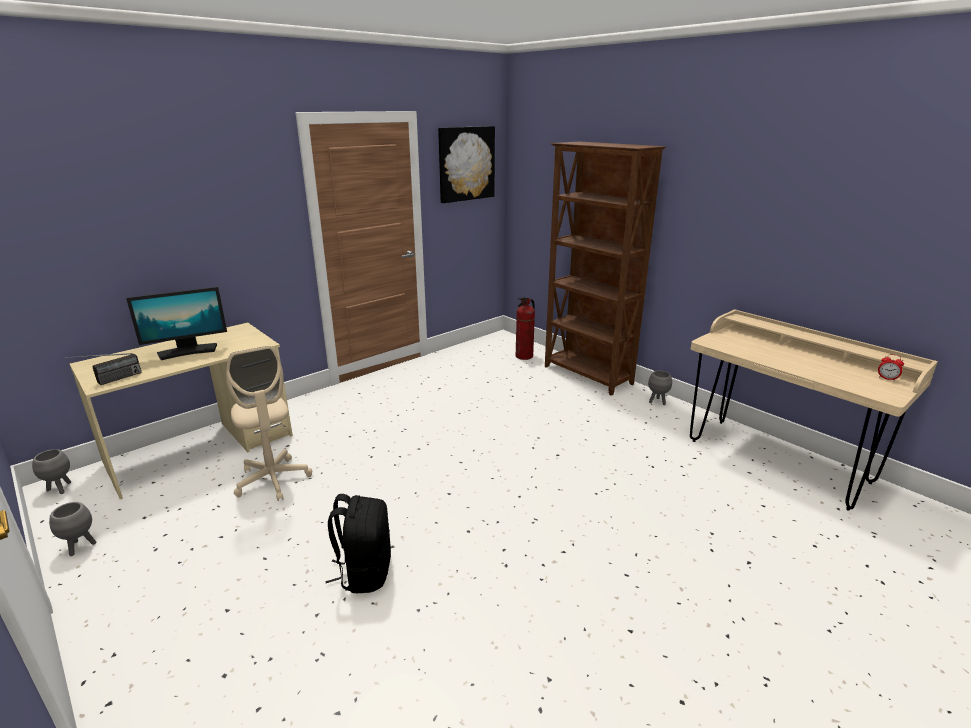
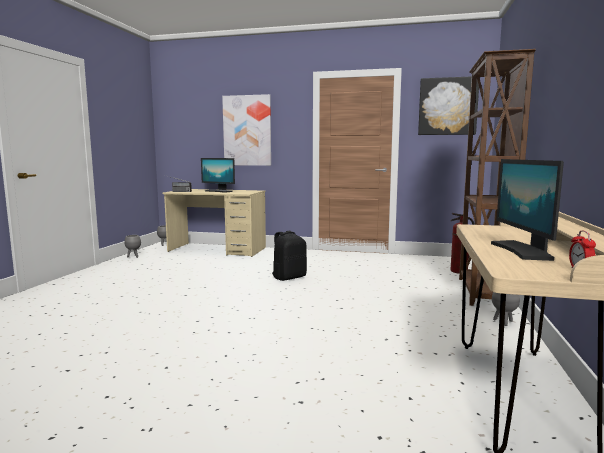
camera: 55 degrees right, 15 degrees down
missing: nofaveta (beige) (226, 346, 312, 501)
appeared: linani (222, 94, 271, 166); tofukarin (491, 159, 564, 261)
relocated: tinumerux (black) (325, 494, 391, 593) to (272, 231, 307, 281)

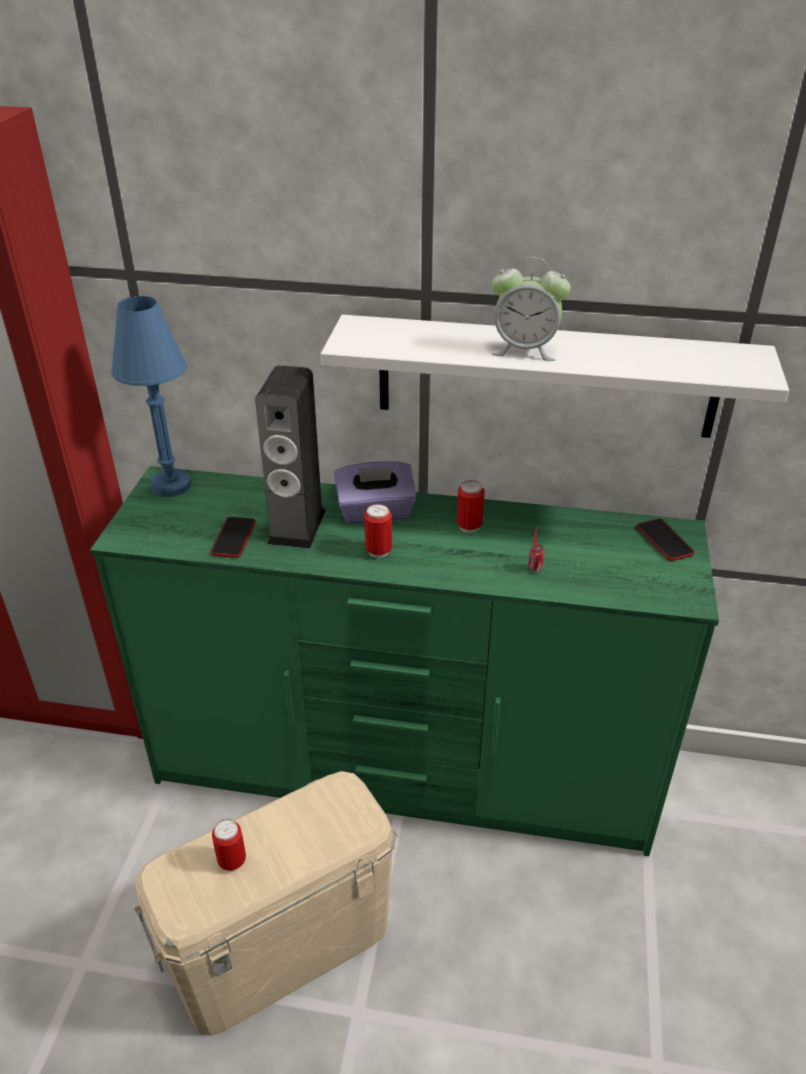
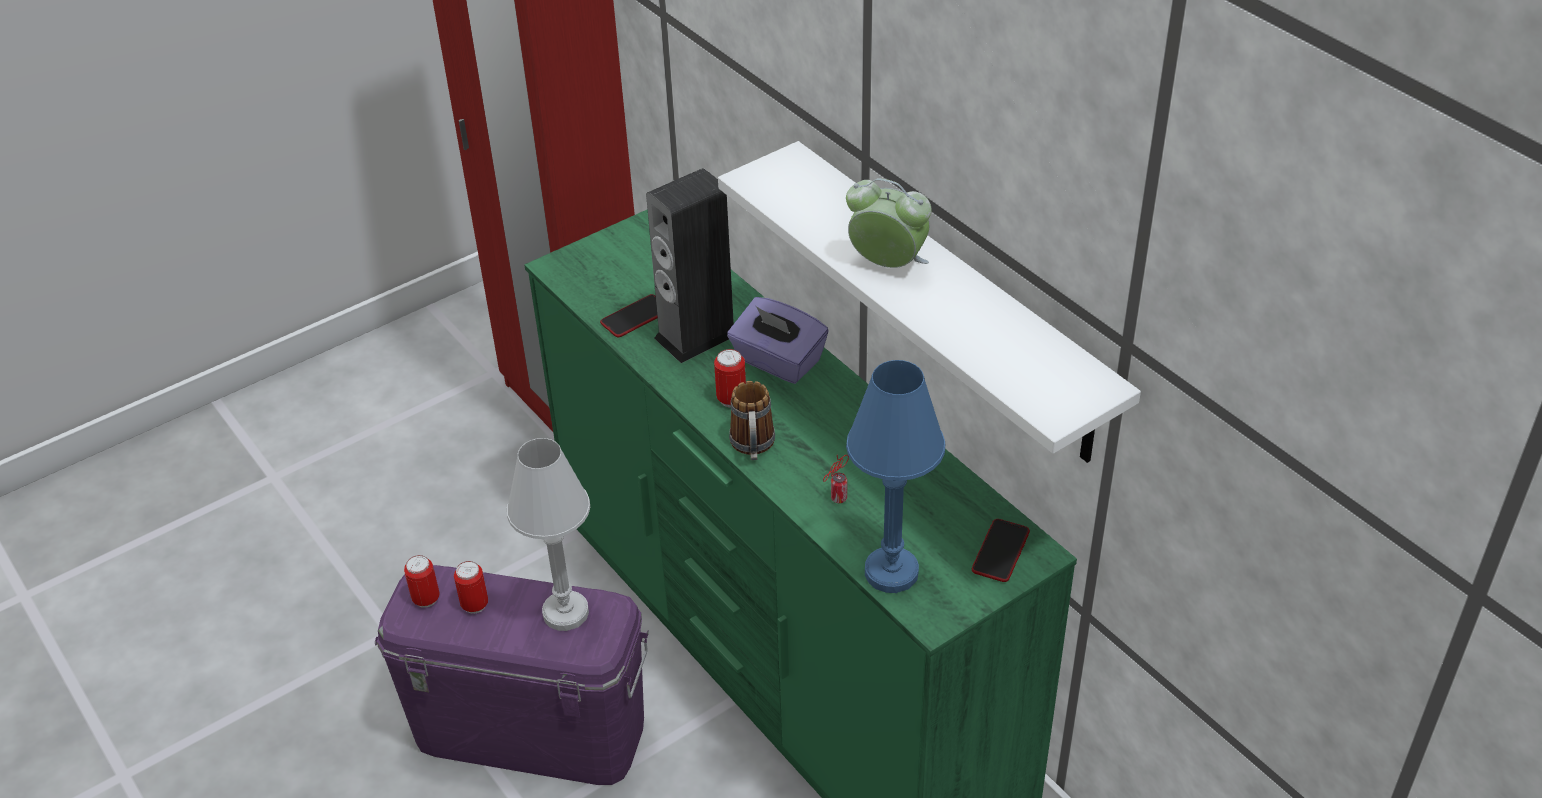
camera: 45 degrees right, 5 degrees up
appeared: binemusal (729, 381, 775, 460); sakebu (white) (507, 438, 590, 631)
relocated: sakebu (blue) (111, 296, 191, 497) to (846, 360, 945, 593); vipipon (457, 480, 485, 533) to (404, 555, 439, 608)
colour: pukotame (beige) (133, 771, 398, 1036) to pukotame (purple) (375, 565, 649, 785)
spun: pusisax (492, 257, 570, 361) = (846, 178, 931, 268) 150 degrees clockwise

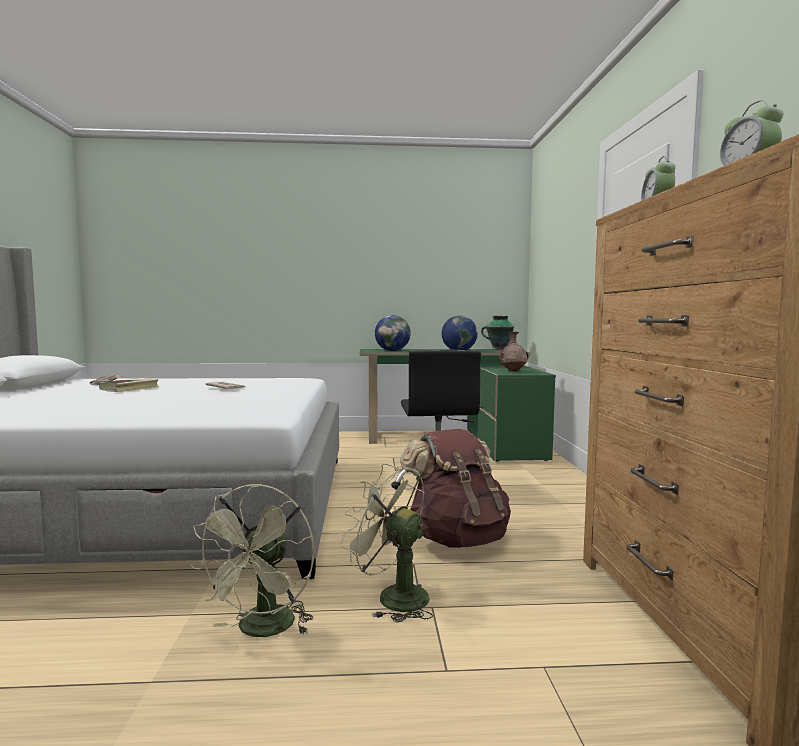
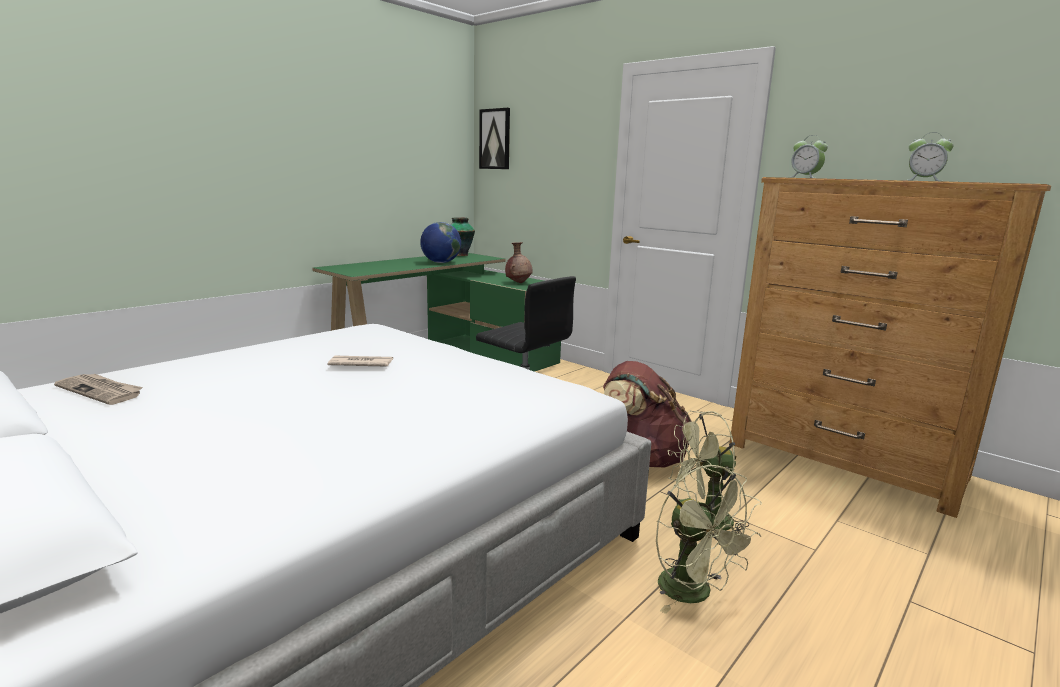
camera: 45 degrees left, 10 degrees up
missing: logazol (375, 315, 411, 351); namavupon (99, 378, 159, 392)
appeared: linani (479, 108, 510, 169)

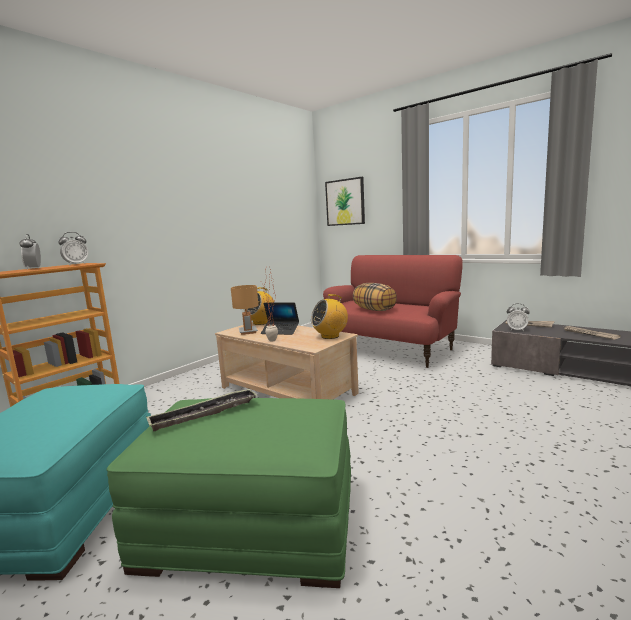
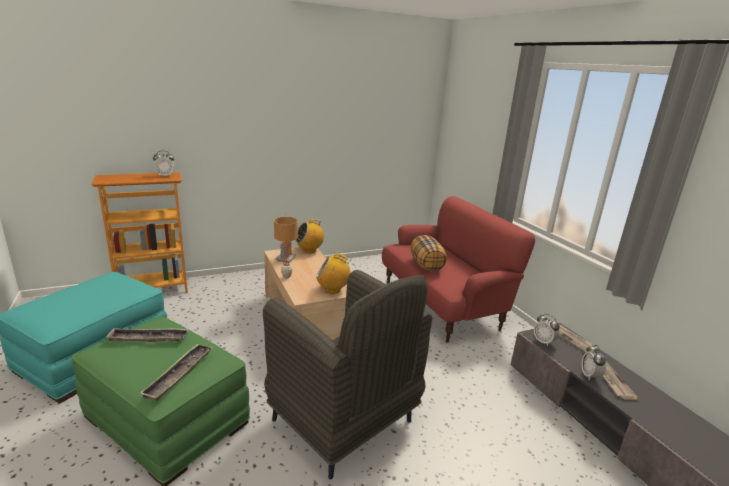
camera: 25 degrees right, 10 degrees up
missing: linani (325, 177, 365, 226); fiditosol (261, 303, 299, 335)
appeared: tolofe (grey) (263, 270, 432, 479); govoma (139, 344, 213, 401)
relocated: pusisax (20, 234, 41, 270) to (581, 345, 606, 380)

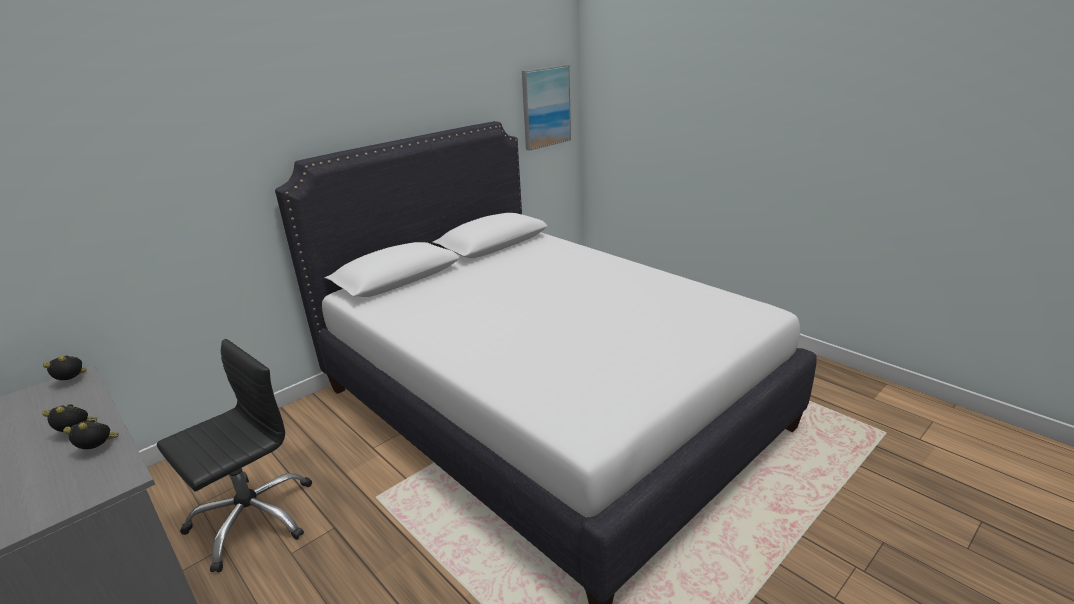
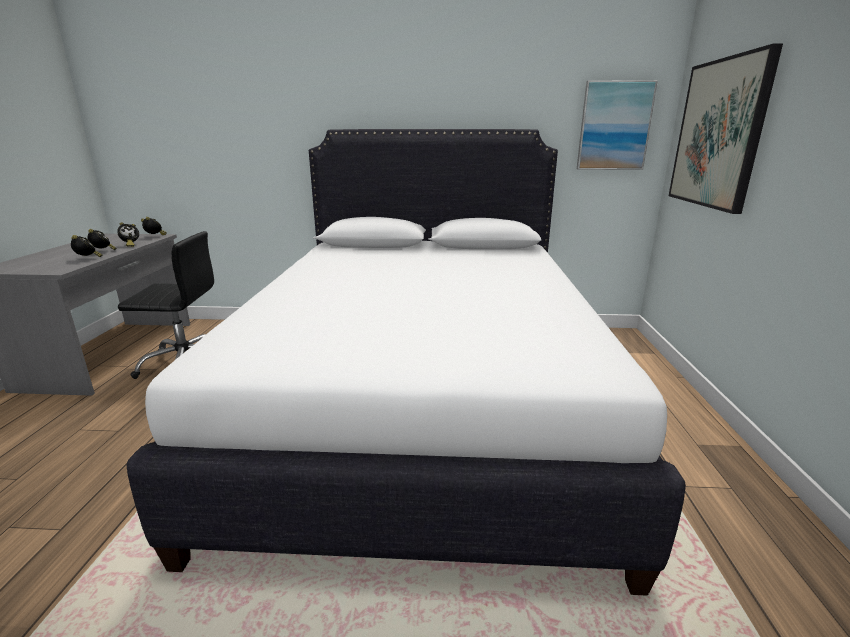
camera: 45 degrees right, 5 degrees down
appeared: linani (669, 43, 783, 214); pusisax (117, 222, 139, 247)

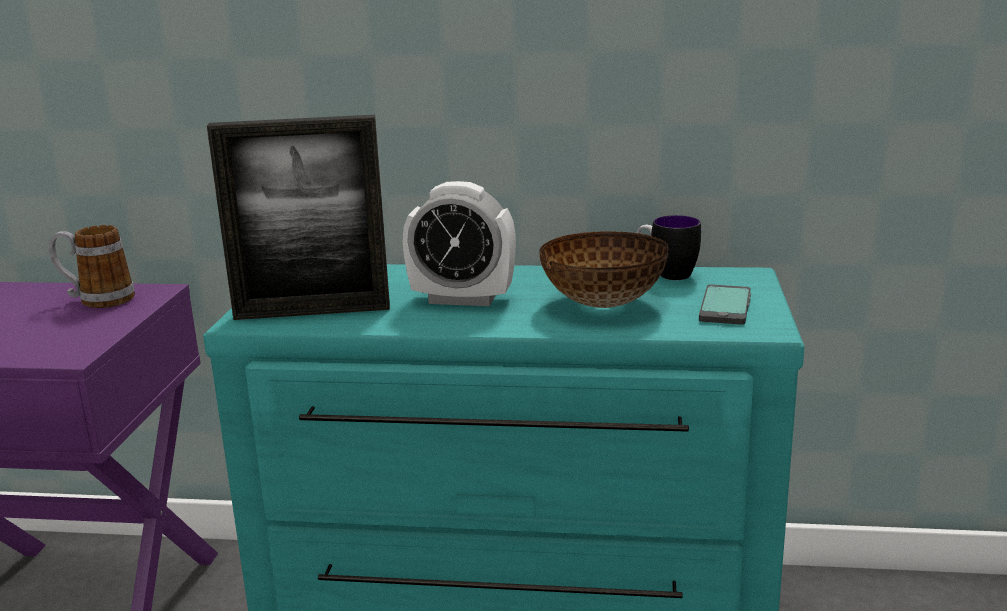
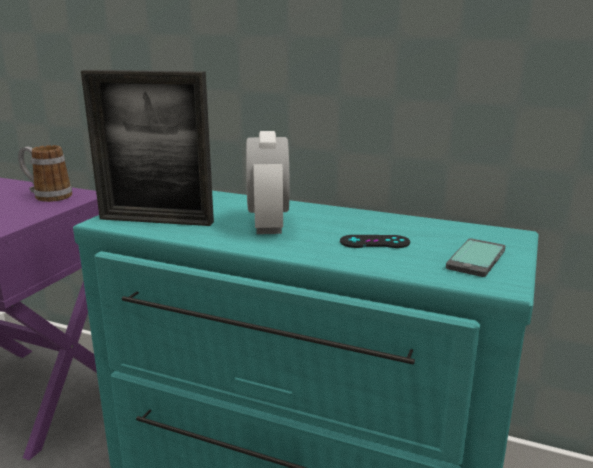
camera: 15 degrees right, 0 degrees up
missing: binemusal (637, 215, 701, 280)
exchanged: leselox (539, 231, 669, 308) to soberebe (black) (340, 235, 410, 248)
spun: pusisax (403, 181, 516, 306) = (246, 131, 290, 234) 120 degrees counterclockwise

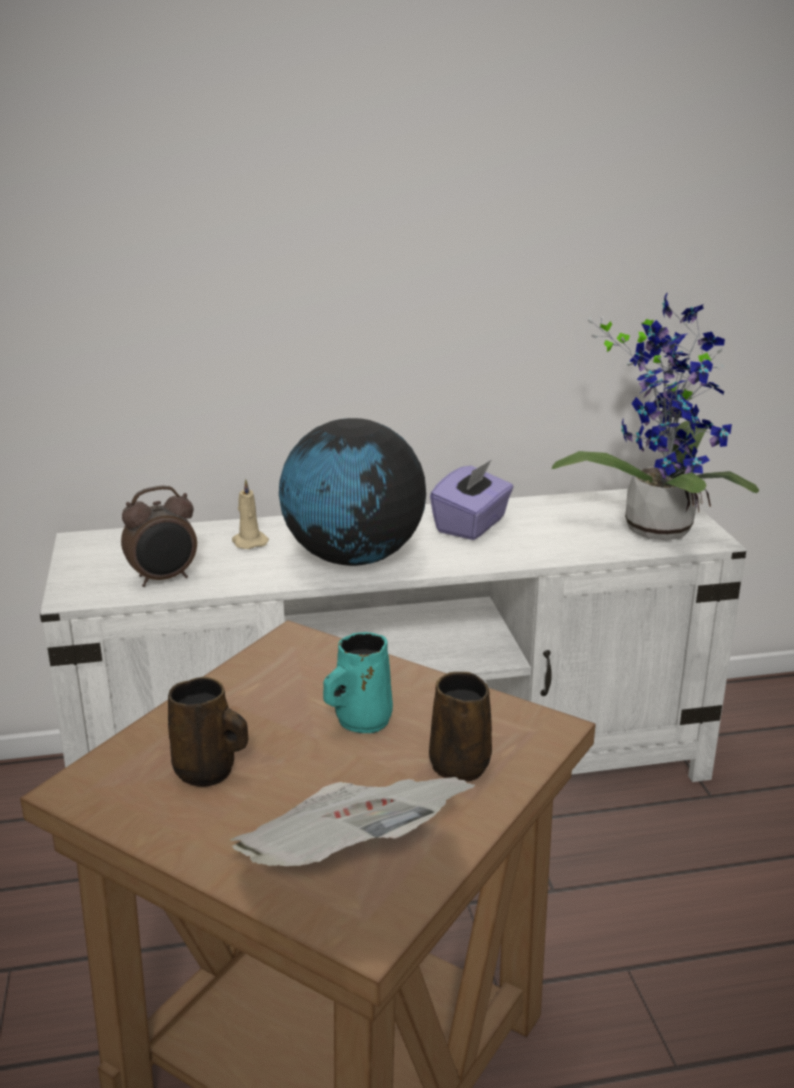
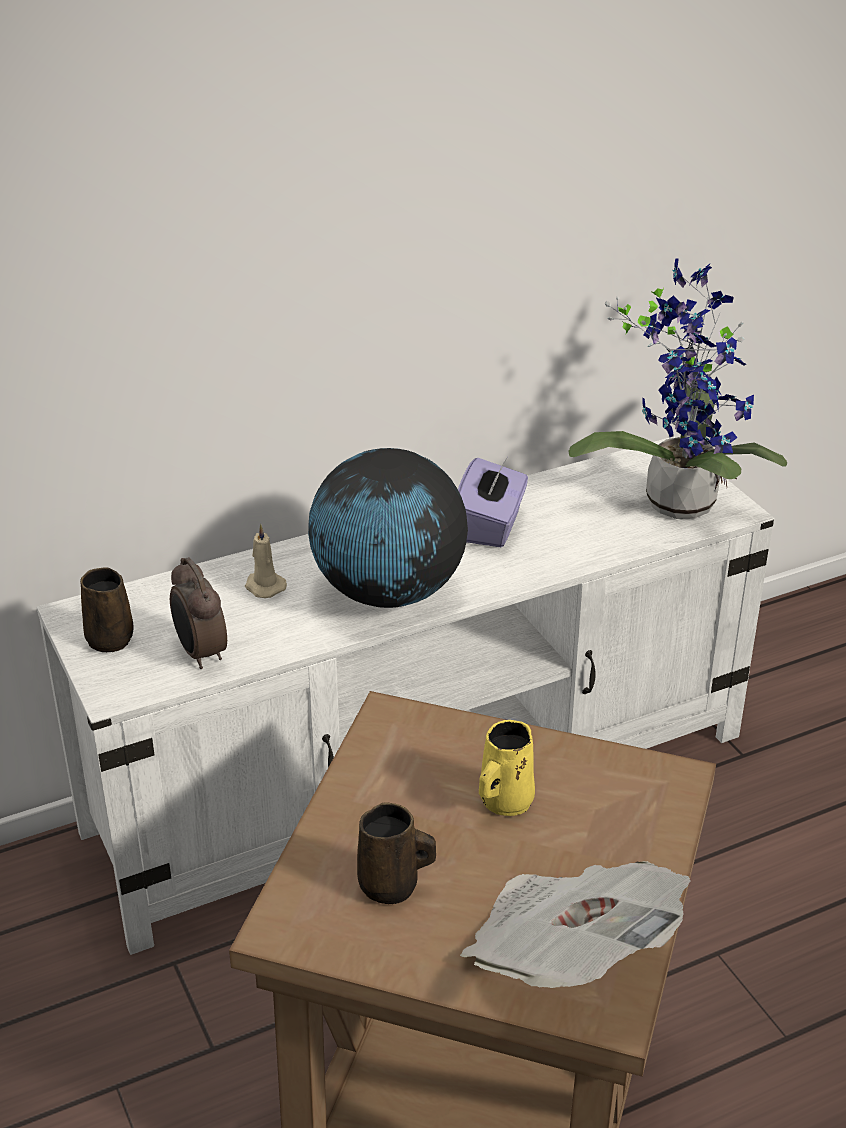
camera: 15 degrees left, 10 degrees up
relocated: binemusal (brown) (429, 672, 492, 782) to (80, 567, 133, 652)
colour: binemusal (turquoise) (323, 632, 393, 733) to binemusal (yellow) (479, 720, 535, 816)
spun: pusisax (121, 486, 197, 587) = (170, 557, 227, 669) 105 degrees clockwise

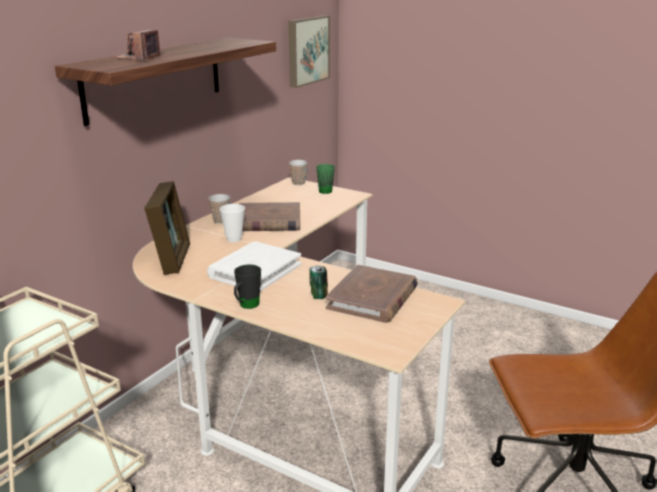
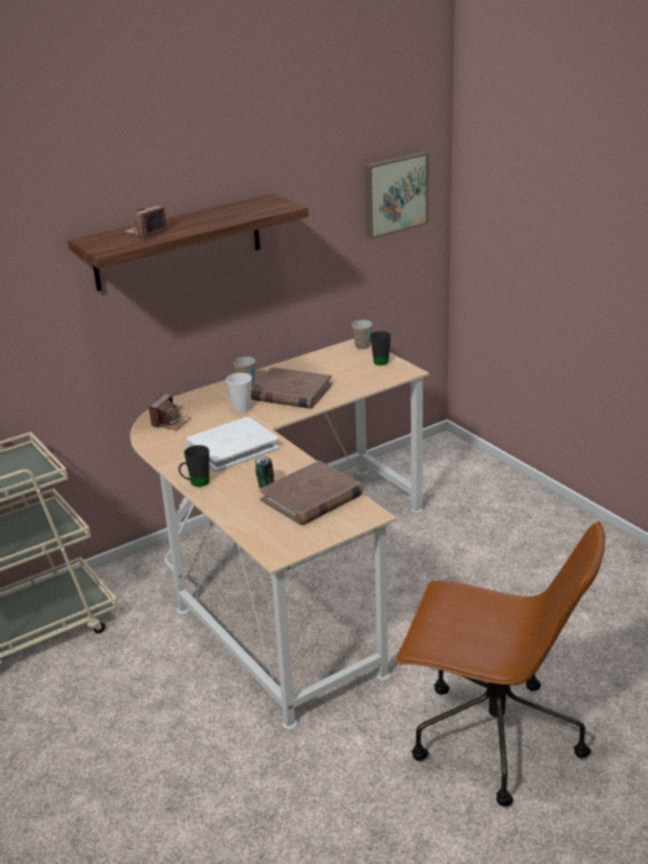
camera: 25 degrees right, 5 degrees up
exchanged: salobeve (144, 181, 190, 275) to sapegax (149, 394, 191, 430)
colour: binemusal (green) (316, 164, 335, 194) to binemusal (black) (370, 331, 391, 365)

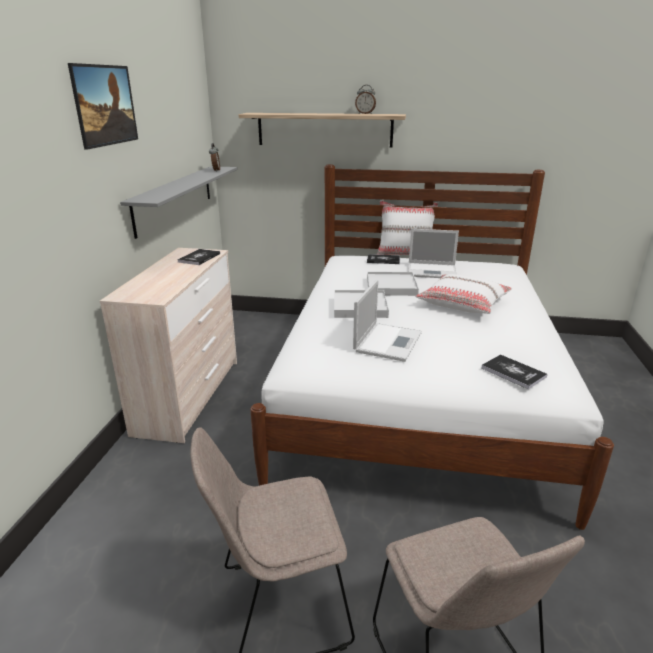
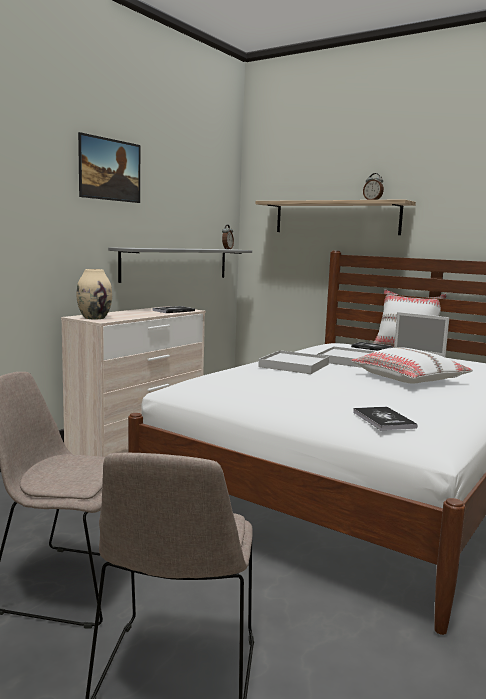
camera: 25 degrees right, 15 degrees down
missing: fiditosol (353, 280, 422, 362)
appeared: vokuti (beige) (77, 269, 112, 319)

